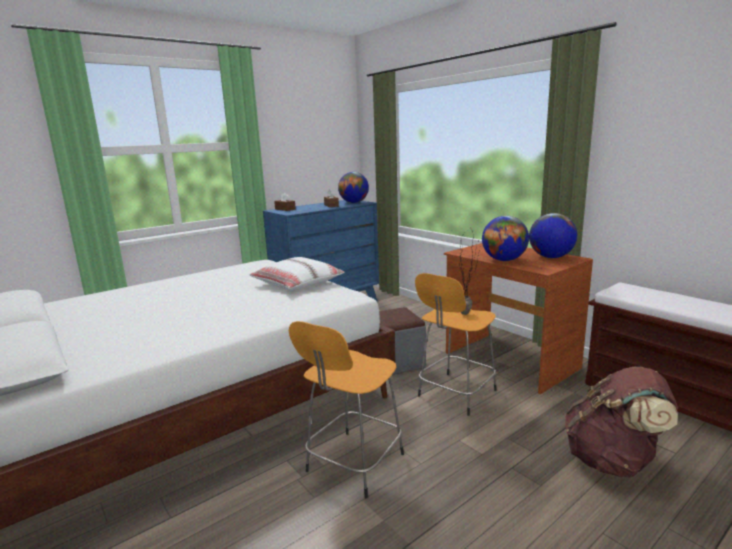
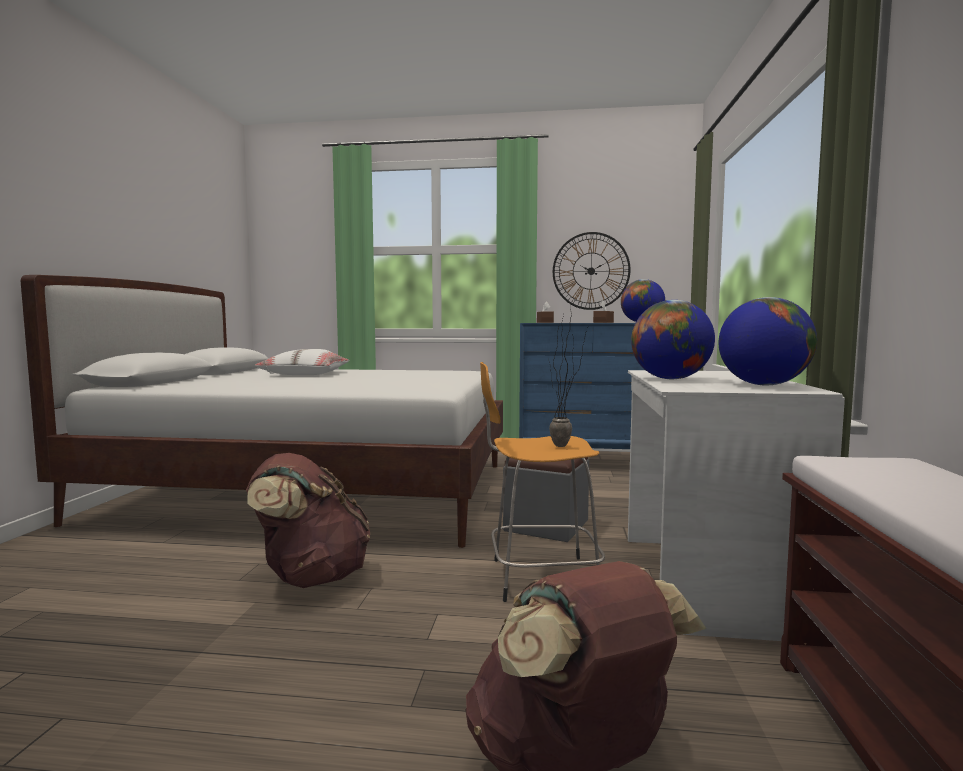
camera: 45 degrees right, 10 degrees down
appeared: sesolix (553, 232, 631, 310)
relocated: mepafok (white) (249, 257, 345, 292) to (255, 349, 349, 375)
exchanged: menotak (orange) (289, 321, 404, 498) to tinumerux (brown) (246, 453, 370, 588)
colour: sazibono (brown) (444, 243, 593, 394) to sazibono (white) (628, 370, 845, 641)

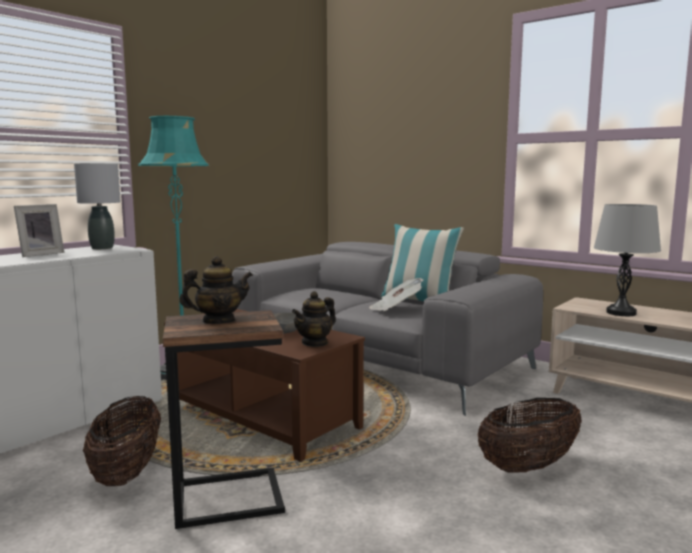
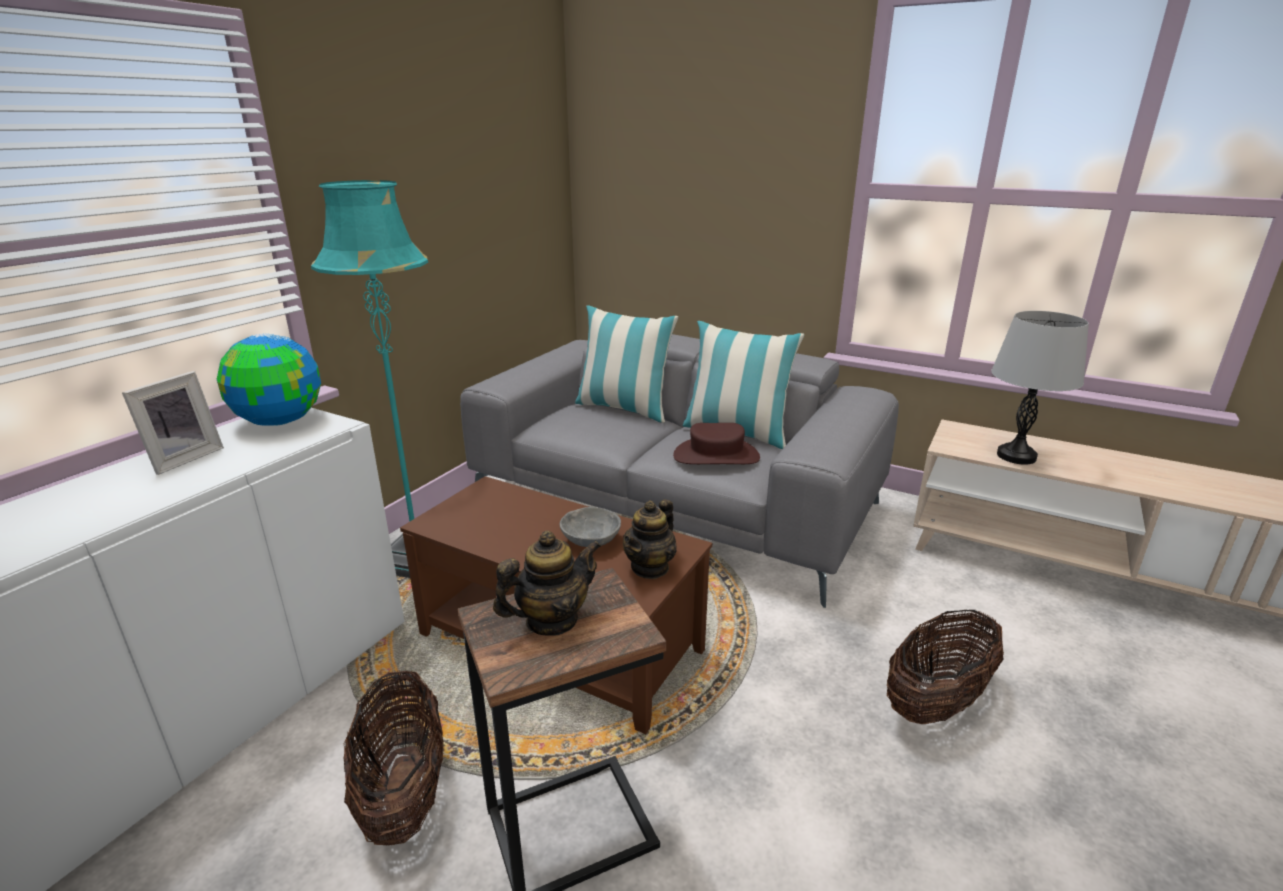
camera: 10 degrees left, 15 degrees up
appeared: mepafok (575, 305, 678, 423)
exchanged: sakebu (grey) (74, 164, 121, 249) to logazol (217, 334, 321, 426); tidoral (369, 278, 424, 311) to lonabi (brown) (673, 423, 760, 464)

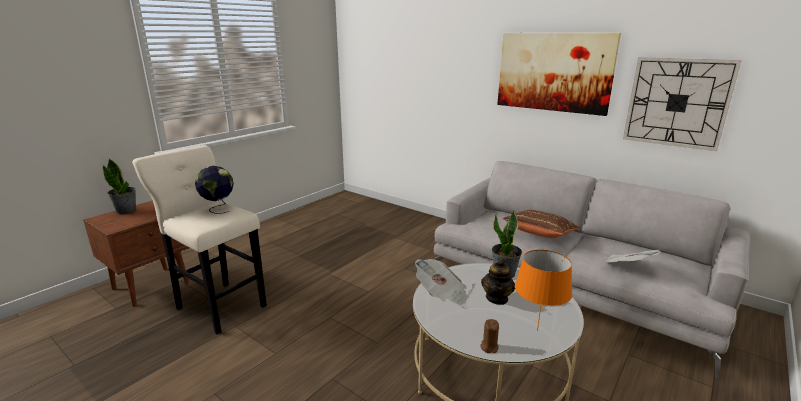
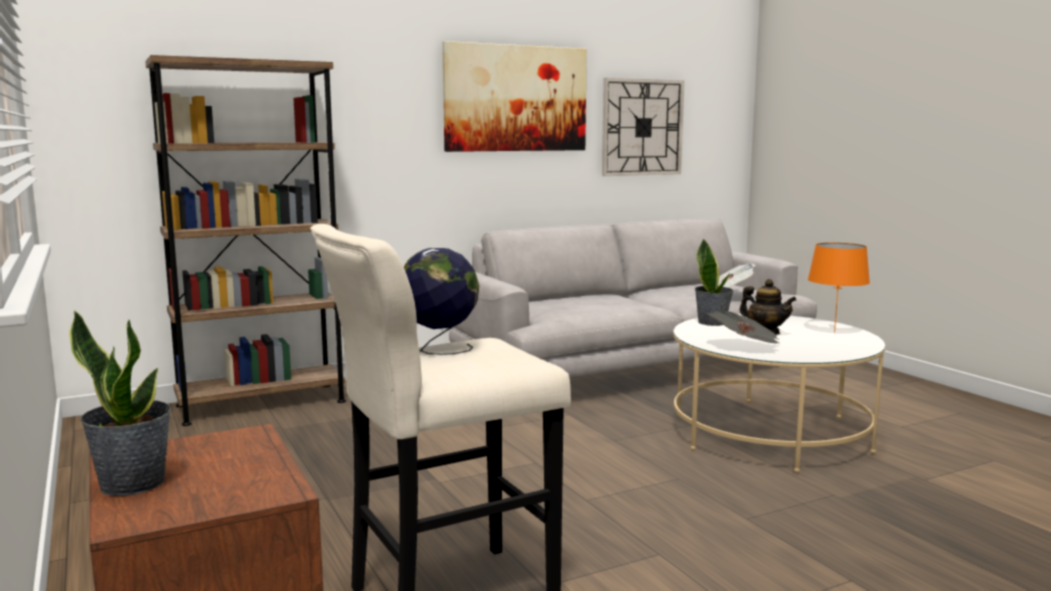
camera: 65 degrees left, 10 degrees down
missing: mepafok (brown) (503, 210, 580, 238); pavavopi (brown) (480, 319, 499, 353)
appeared: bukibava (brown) (145, 55, 346, 426)

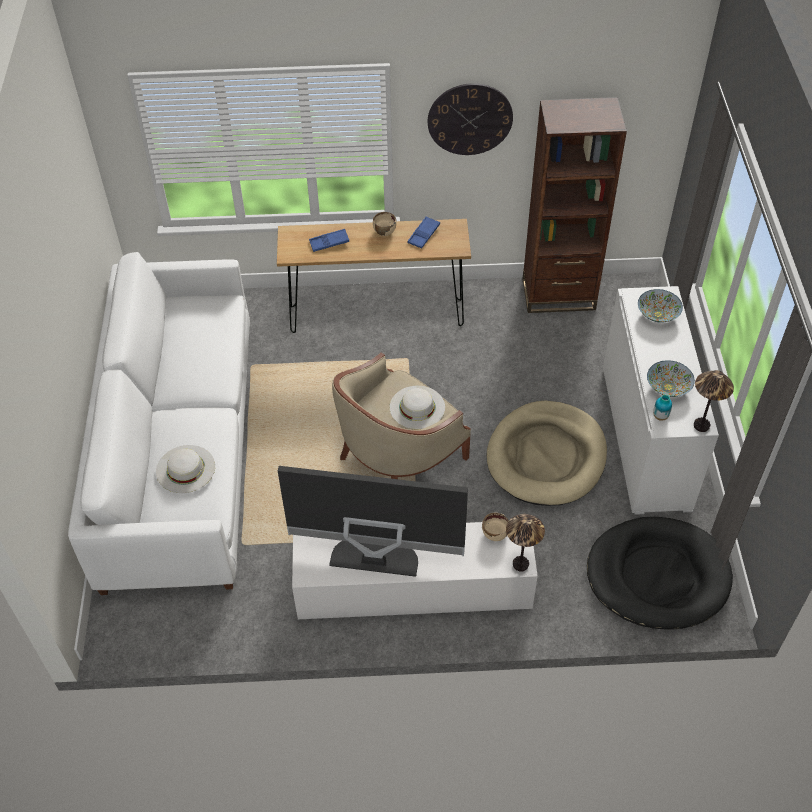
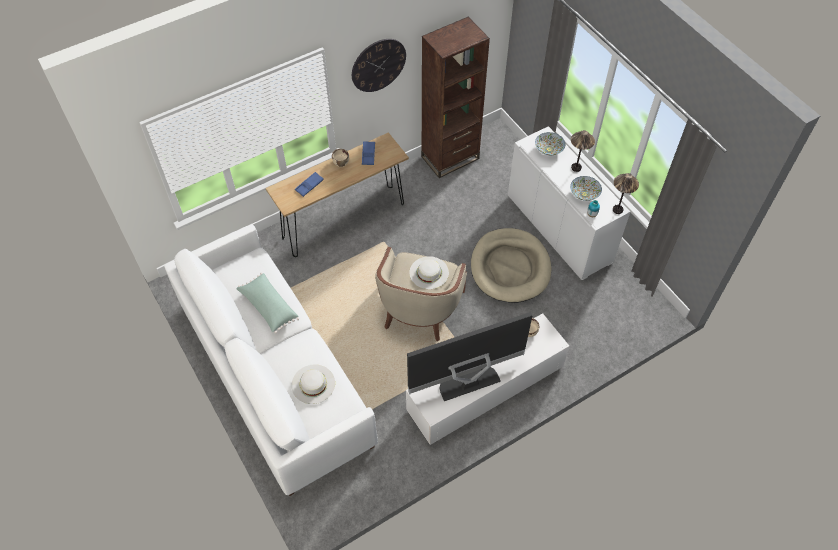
camera: 30 degrees left, 5 degrees up
missing: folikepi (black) (587, 517, 733, 629)
appeared: mepafok (green) (236, 273, 299, 334)
relocated: sakebu (506, 514, 545, 572) to (571, 130, 595, 172)

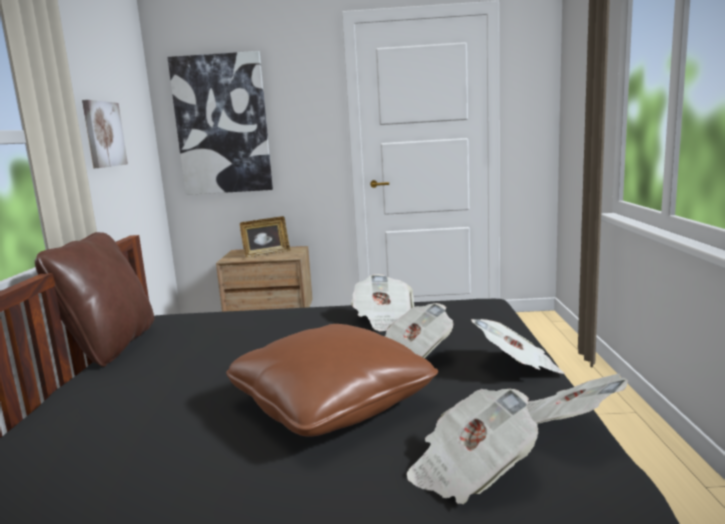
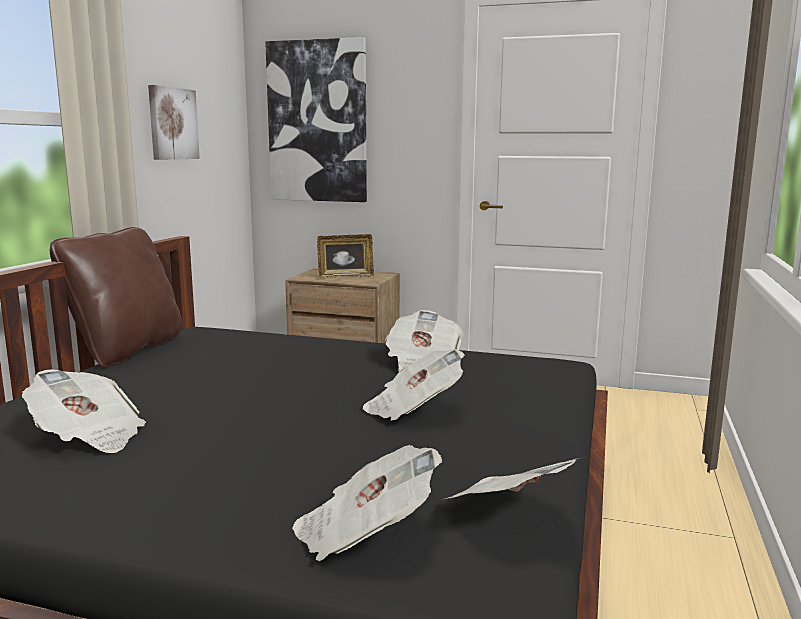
camera: 15 degrees right, 0 degrees up
missing: mepafok (brown) (226, 324, 438, 437)
relocated: tidoral (471, 319, 565, 374) to (22, 369, 146, 453)

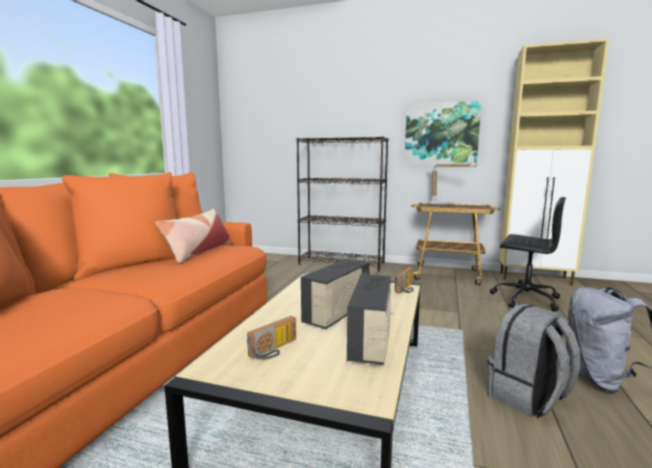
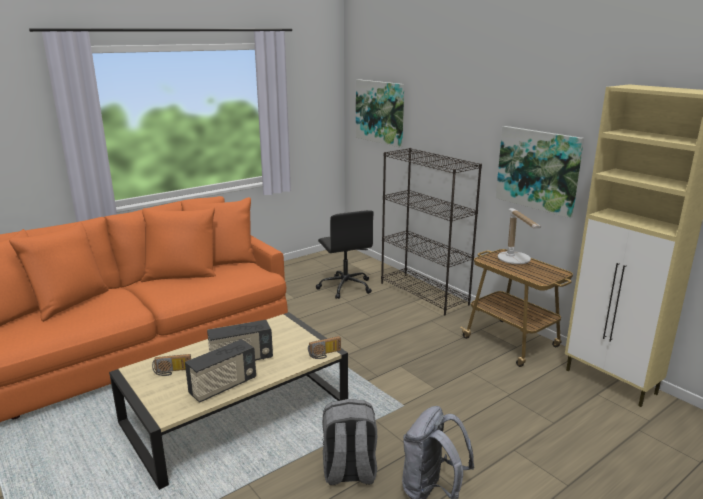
camera: 35 degrees right, 10 degrees up
missing: mepafok (155, 208, 232, 263)
appeared: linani (356, 79, 404, 147)
relocated: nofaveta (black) (490, 197, 566, 312) to (316, 210, 374, 299)

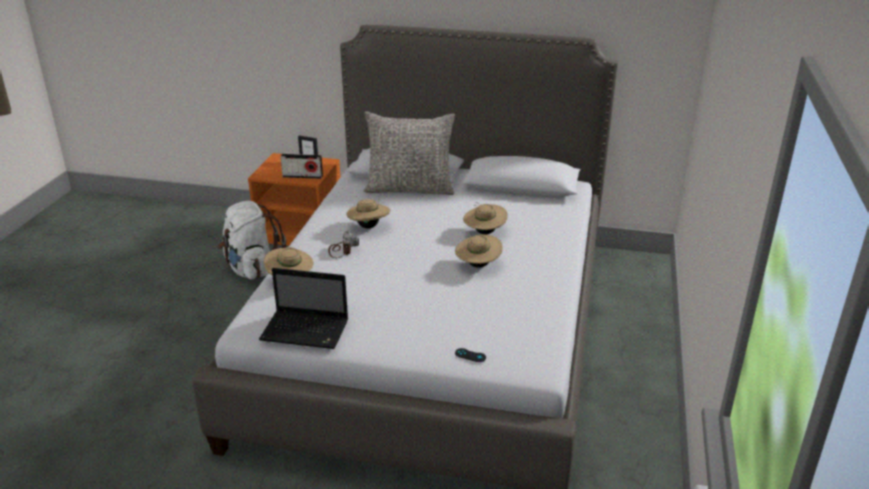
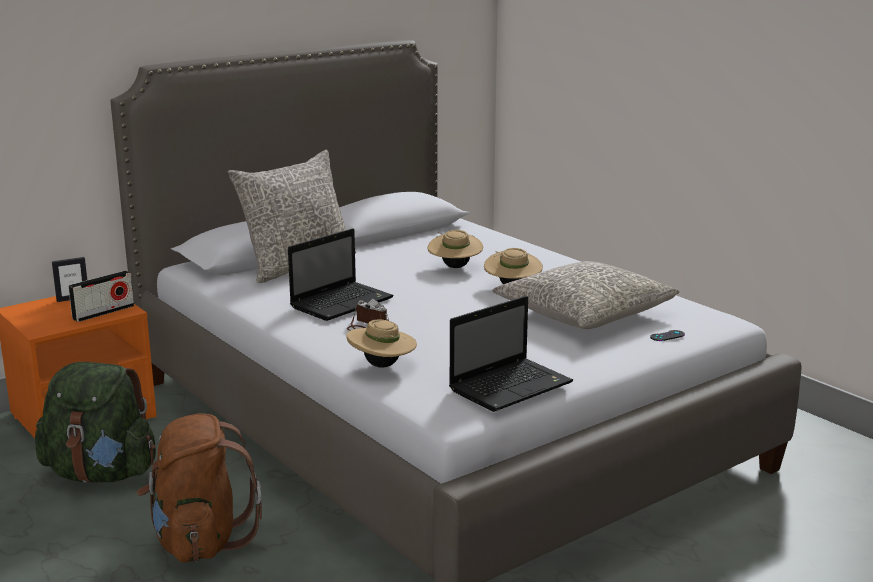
camera: 50 degrees left, 10 degrees down
appeared: mepafok (grey) (492, 261, 679, 329); tinumerux (brown) (137, 414, 262, 563)
exchanged: lonabi (beige) (346, 199, 390, 229) to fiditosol (288, 228, 394, 321)
colour: tinumerux (white) (218, 201, 286, 280) to tinumerux (green) (35, 362, 156, 483)

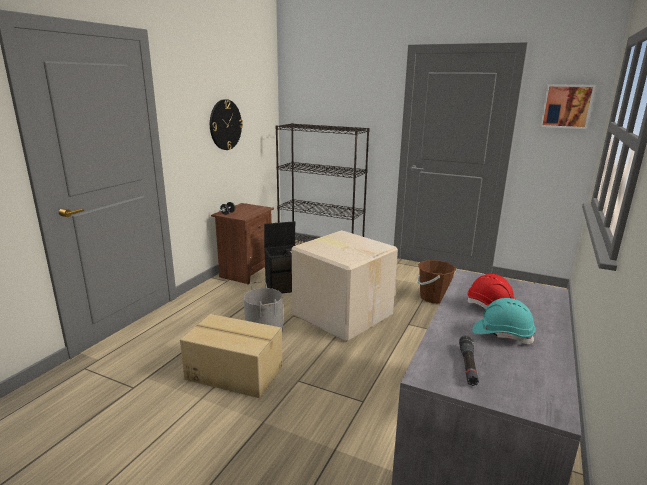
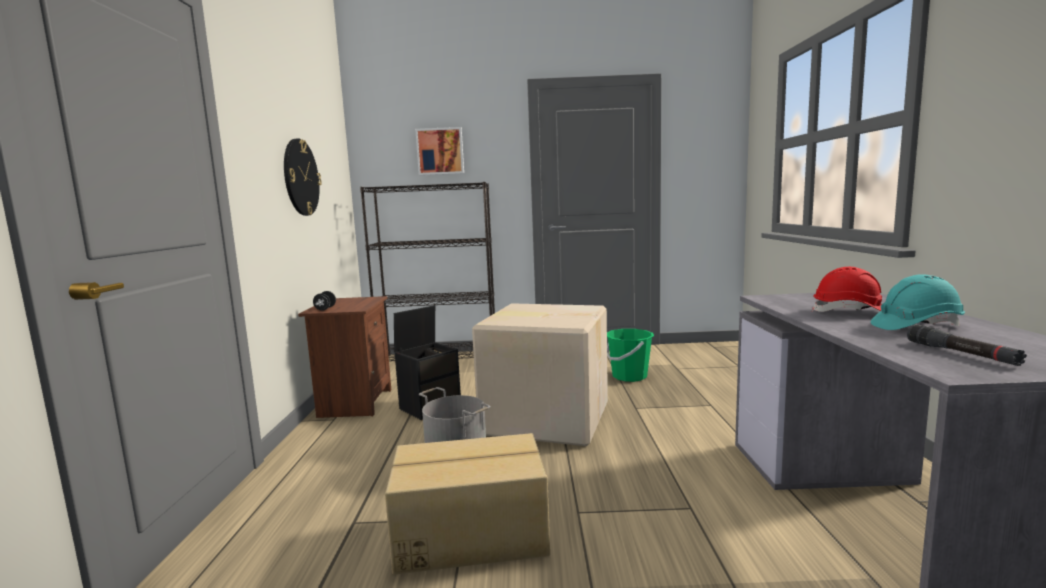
camera: 25 degrees left, 10 degrees down
relocated: linani (540, 84, 596, 129) to (415, 127, 464, 175)
colour: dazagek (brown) (417, 260, 456, 303) to dazagek (green) (607, 329, 654, 382)

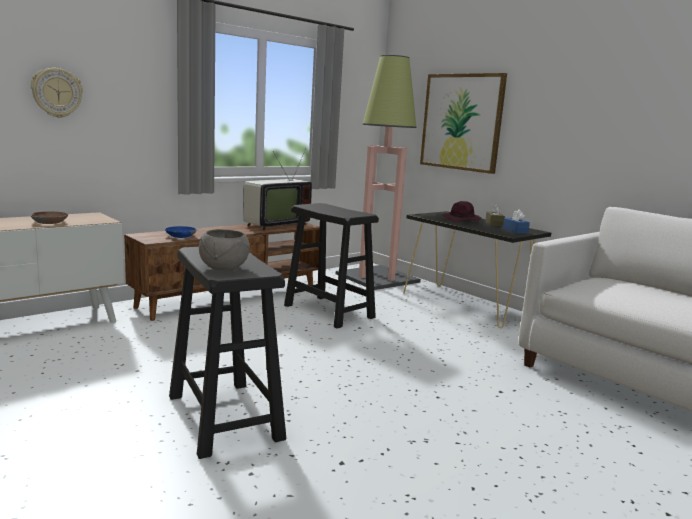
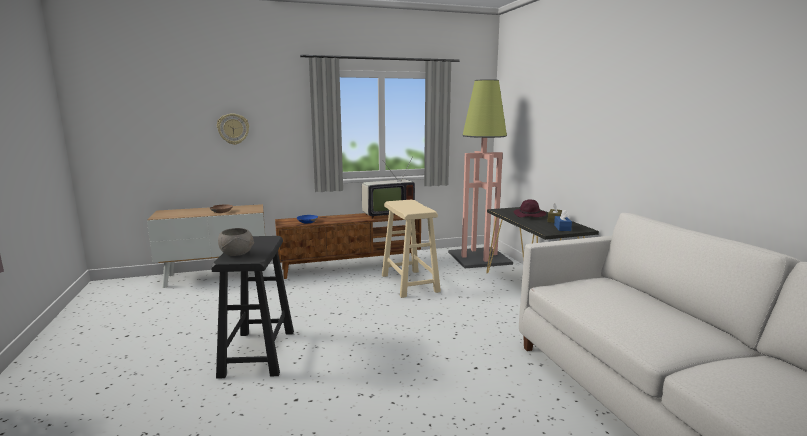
camera: 25 degrees right, 0 degrees up
missing: linani (420, 73, 507, 174)
colour: menotak (black) (284, 203, 379, 328) to menotak (beige) (382, 200, 441, 298)

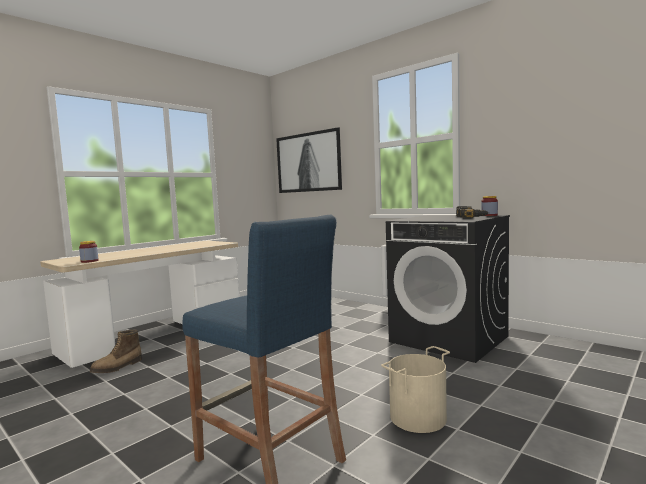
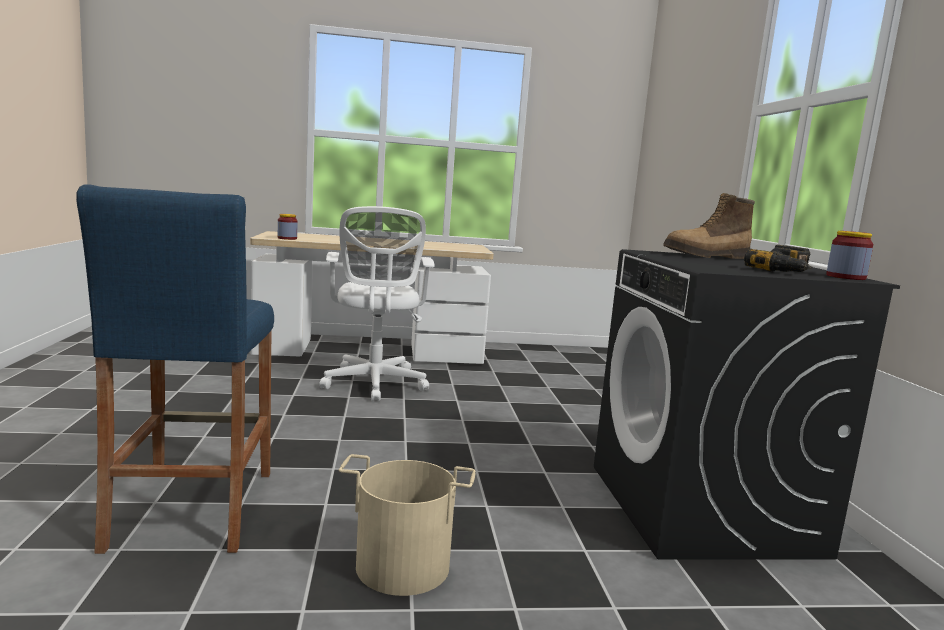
camera: 40 degrees right, 5 degrees up
missing: linani (276, 127, 342, 193)
appeared: nofaveta (white) (319, 206, 435, 402)
relocated: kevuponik (90, 330, 142, 373) to (663, 193, 755, 259)

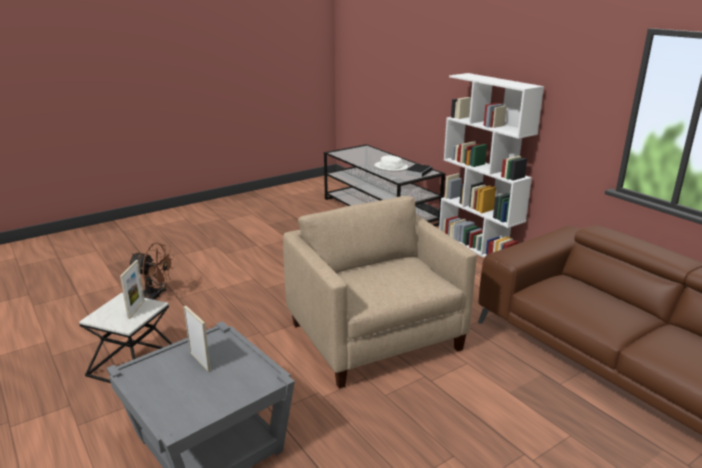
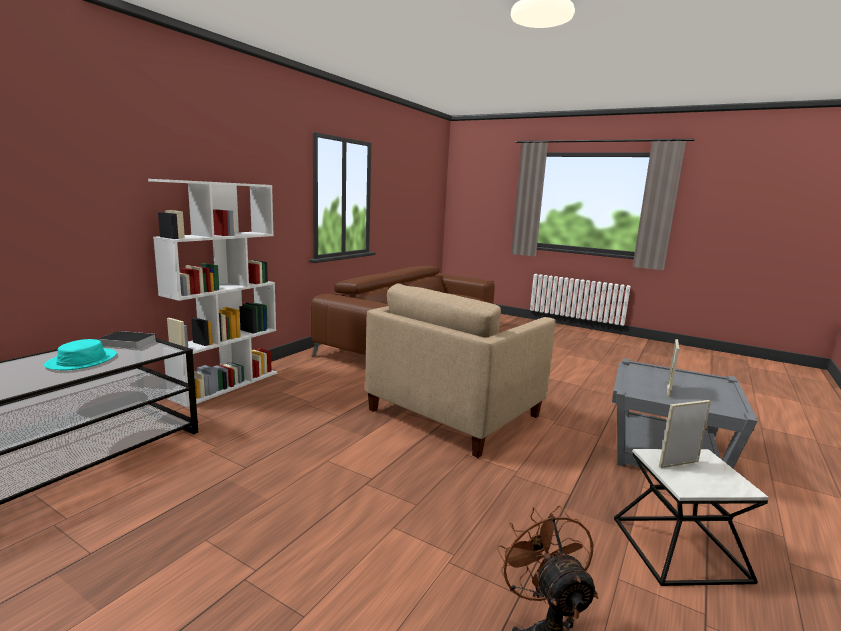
camera: 115 degrees left, 10 degrees down
colour: lonabi (white) (374, 156, 408, 171) to lonabi (turquoise) (44, 339, 117, 370)

